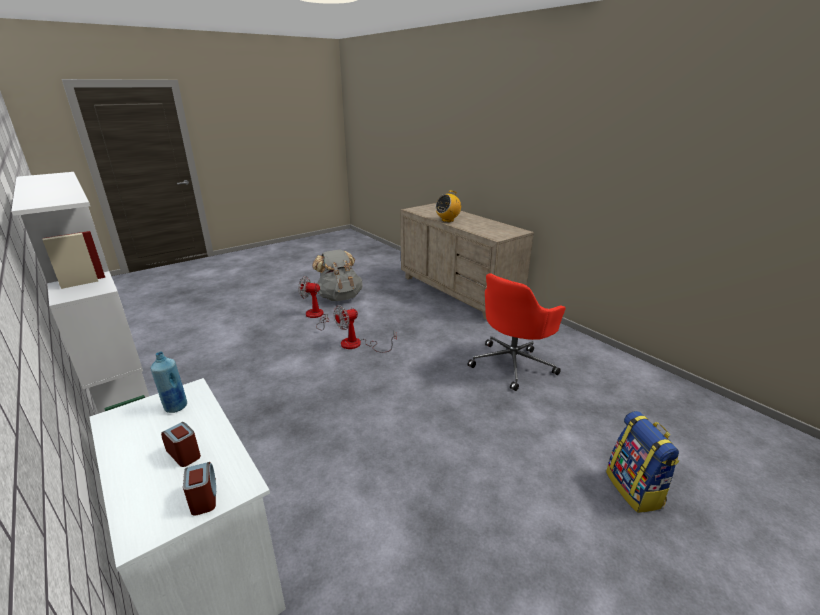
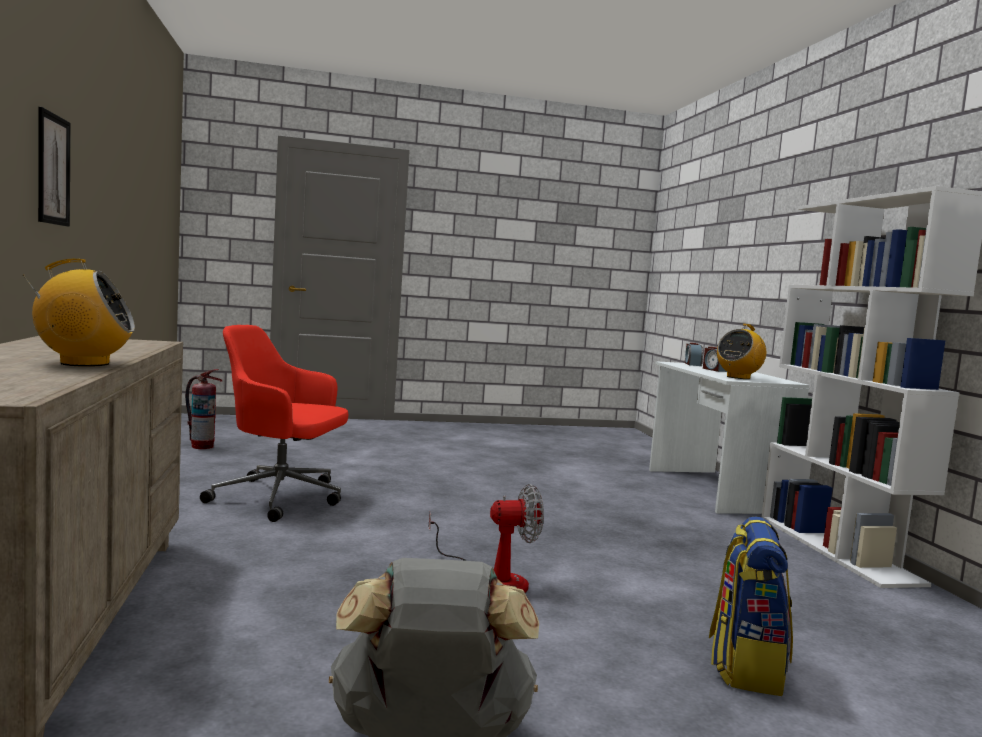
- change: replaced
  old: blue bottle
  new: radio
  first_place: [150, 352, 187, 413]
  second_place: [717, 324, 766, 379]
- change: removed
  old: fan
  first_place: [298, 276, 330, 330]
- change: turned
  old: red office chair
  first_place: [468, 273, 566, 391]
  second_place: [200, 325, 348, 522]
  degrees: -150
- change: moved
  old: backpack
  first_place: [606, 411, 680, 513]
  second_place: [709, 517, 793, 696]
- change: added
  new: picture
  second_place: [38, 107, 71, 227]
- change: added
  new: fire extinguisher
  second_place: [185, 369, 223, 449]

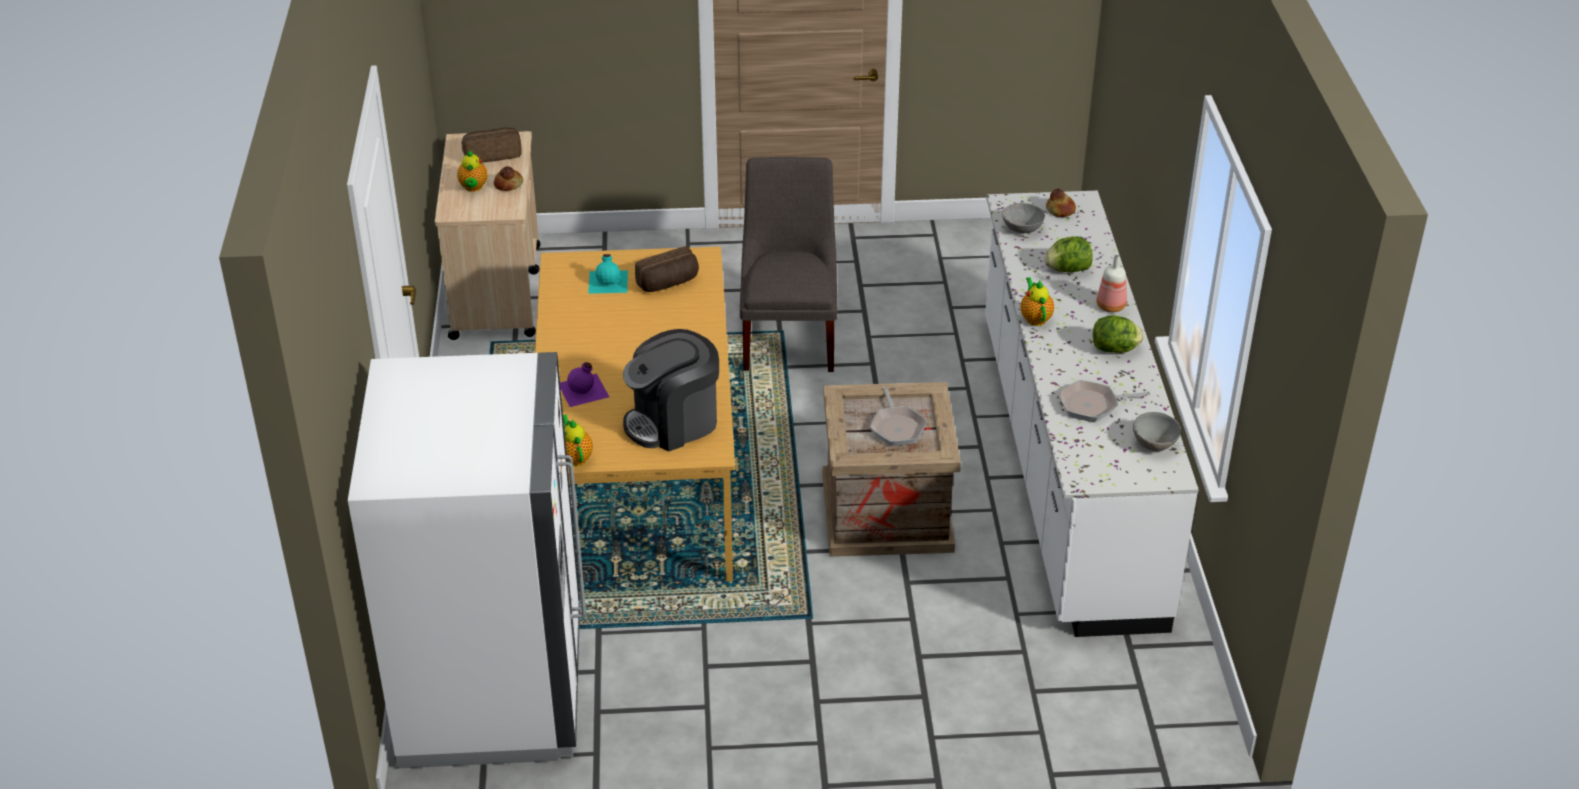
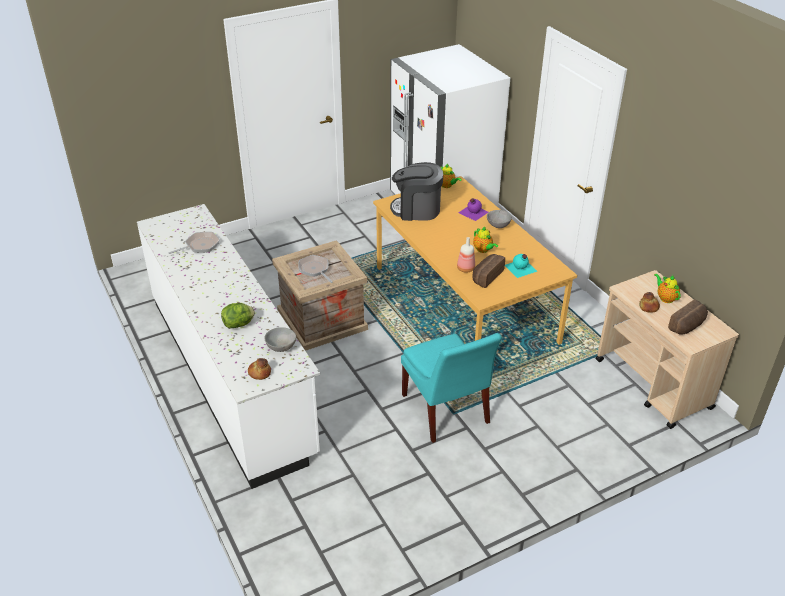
- change: turned
  old: coffee machine
  first_place: [623, 329, 719, 451]
  second_place: [390, 162, 443, 221]
  degrees: -120
- change: recoloured
  old: grey chair
  new: turquoise chair
  first_place: [740, 157, 837, 372]
  second_place: [401, 333, 502, 443]
- change: moved
  old: teapot
  first_place: [1020, 277, 1054, 326]
  second_place: [473, 227, 498, 253]
- change: removed
  old: lettuce
  first_place: [1093, 315, 1144, 353]
- change: moved
  old: bottle
  first_place: [1096, 254, 1127, 312]
  second_place: [457, 237, 475, 273]
- change: moved
  old: grey bowl
  first_place: [1133, 412, 1181, 451]
  second_place: [487, 210, 512, 228]

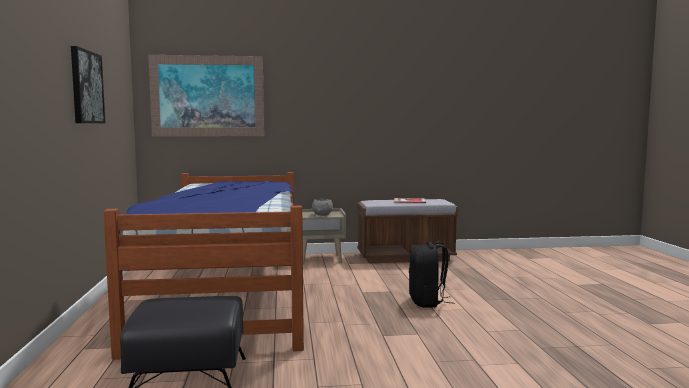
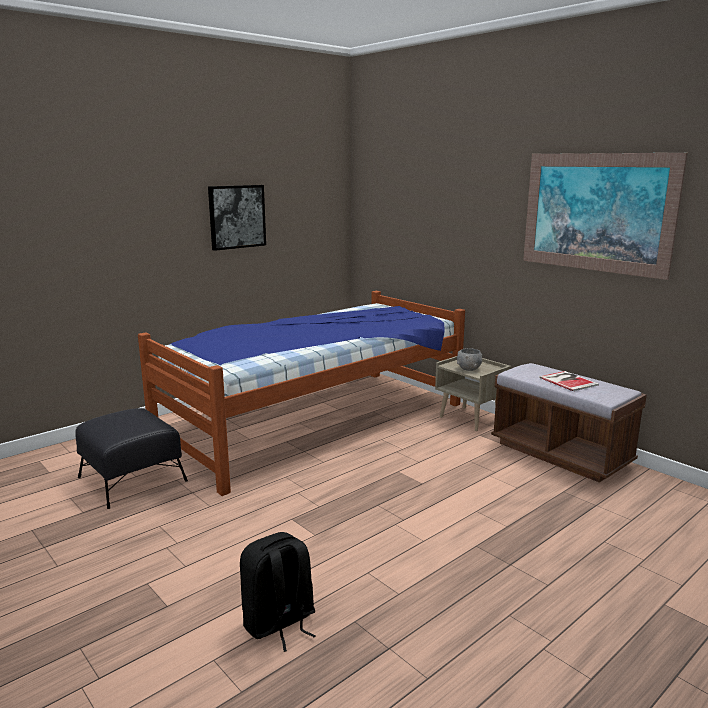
- change: moved
  old: picture
  first_place: [148, 55, 264, 137]
  second_place: [523, 153, 688, 280]
- change: moved
  old: black backpack
  first_place: [409, 241, 454, 308]
  second_place: [240, 532, 316, 652]

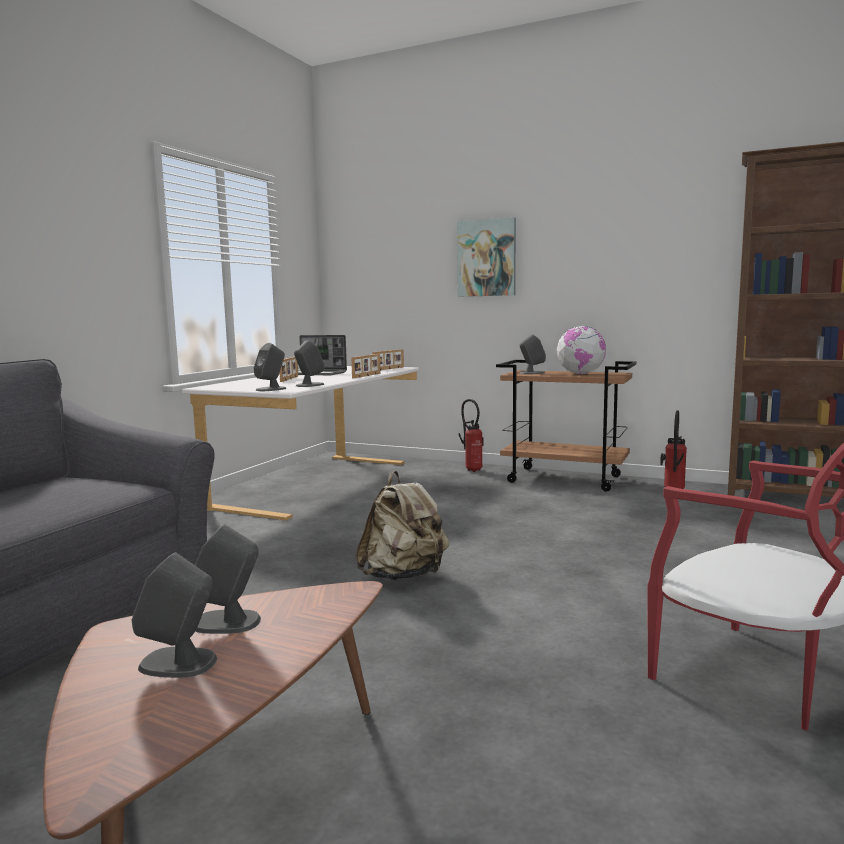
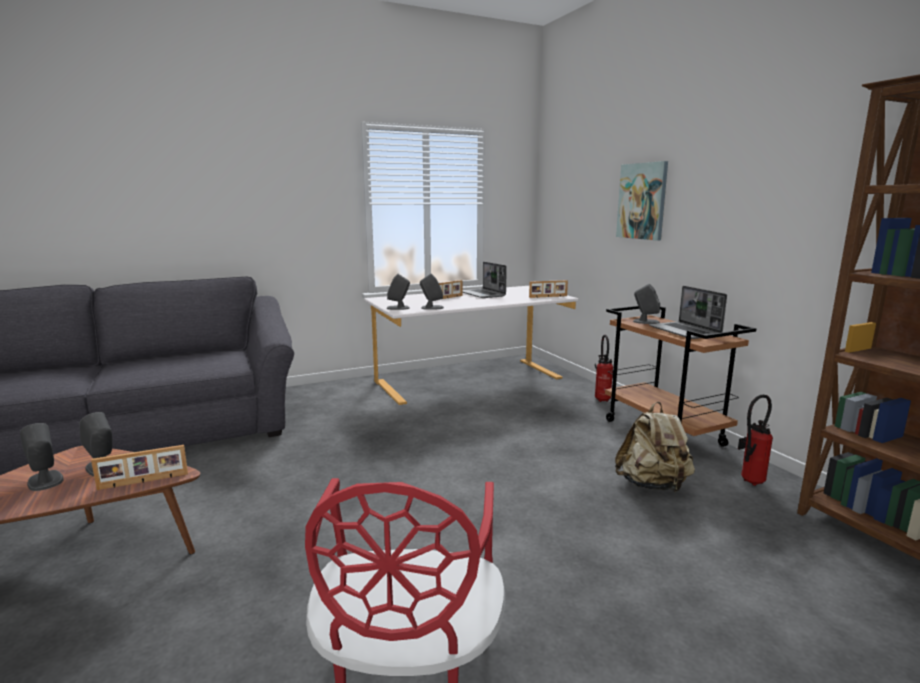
- change: moved
  old: picture frame
  first_place: [351, 354, 380, 379]
  second_place: [91, 445, 188, 490]
- change: moved
  old: beige backpack
  first_place: [356, 471, 449, 581]
  second_place: [615, 402, 695, 492]
- change: replaced
  old: globe
  new: laptop
  first_place: [557, 326, 606, 374]
  second_place: [649, 286, 727, 339]

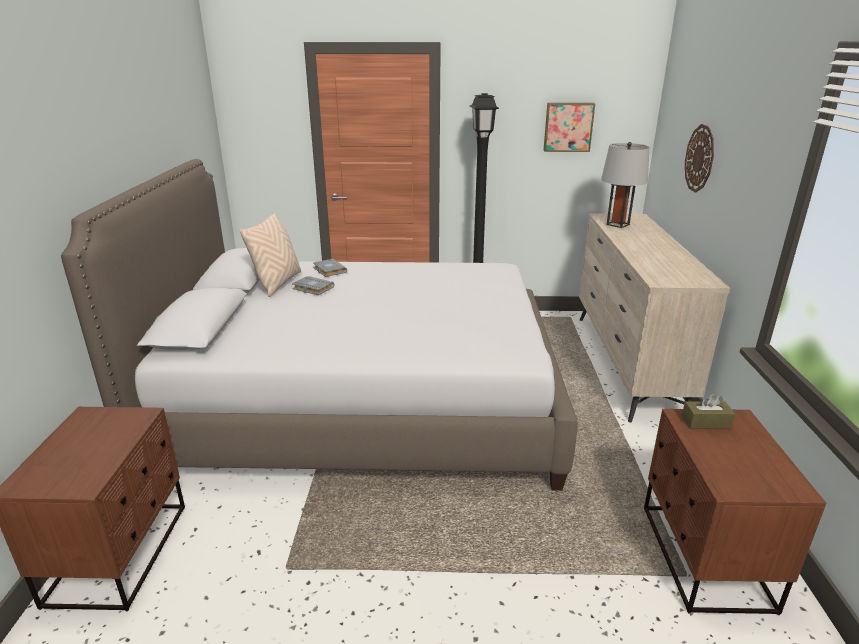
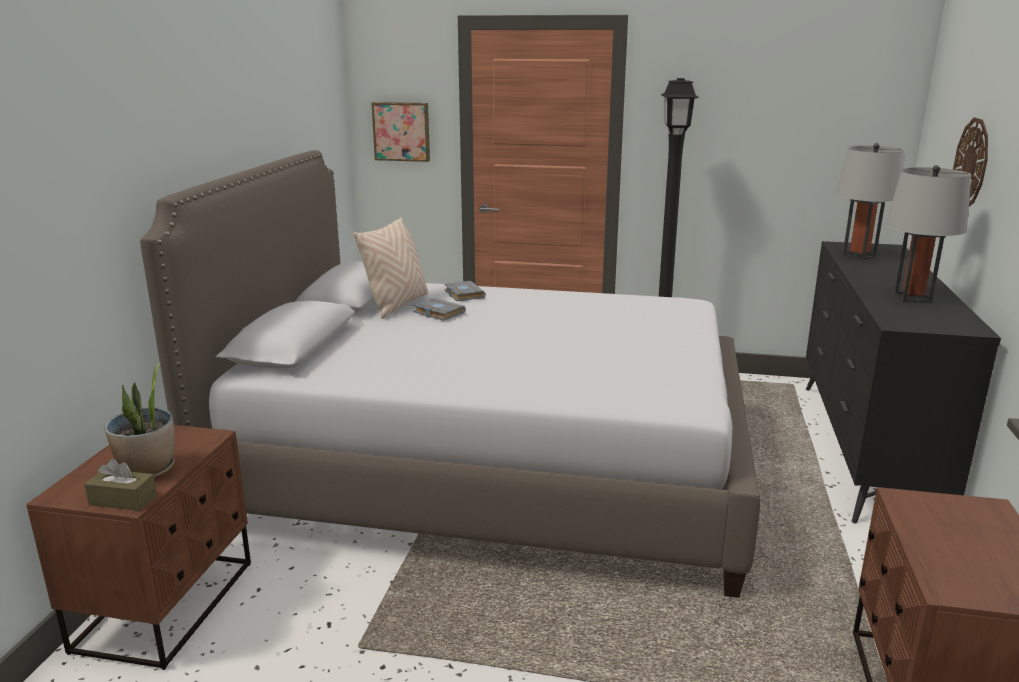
- change: moved
  old: picture
  first_place: [543, 103, 595, 152]
  second_place: [372, 102, 430, 162]
- change: recoloured
  old: beige dresser
  new: black dresser
  first_place: [579, 213, 730, 423]
  second_place: [806, 241, 1001, 524]
- change: moved
  old: brown tissue box
  first_place: [682, 393, 735, 429]
  second_place: [84, 459, 157, 511]
- change: added
  new: potted plant
  second_place: [104, 362, 175, 478]
- change: added
  new: grey table lamp
  second_place: [886, 165, 971, 303]

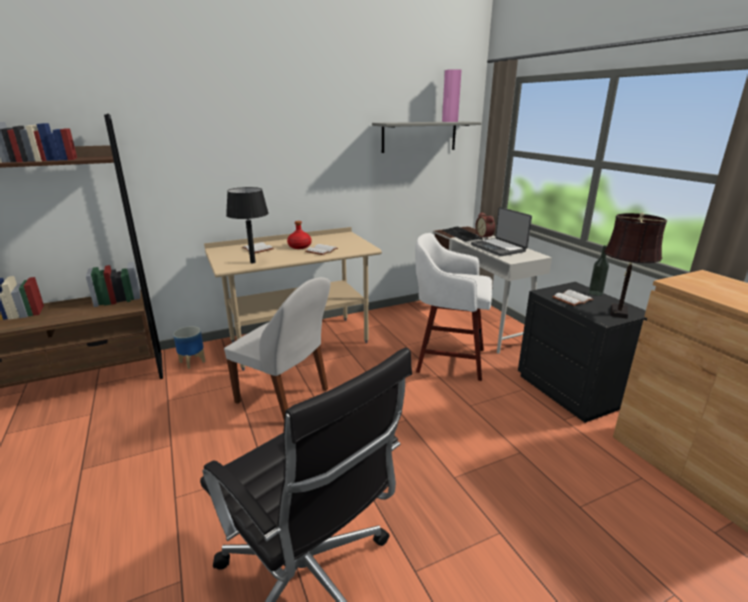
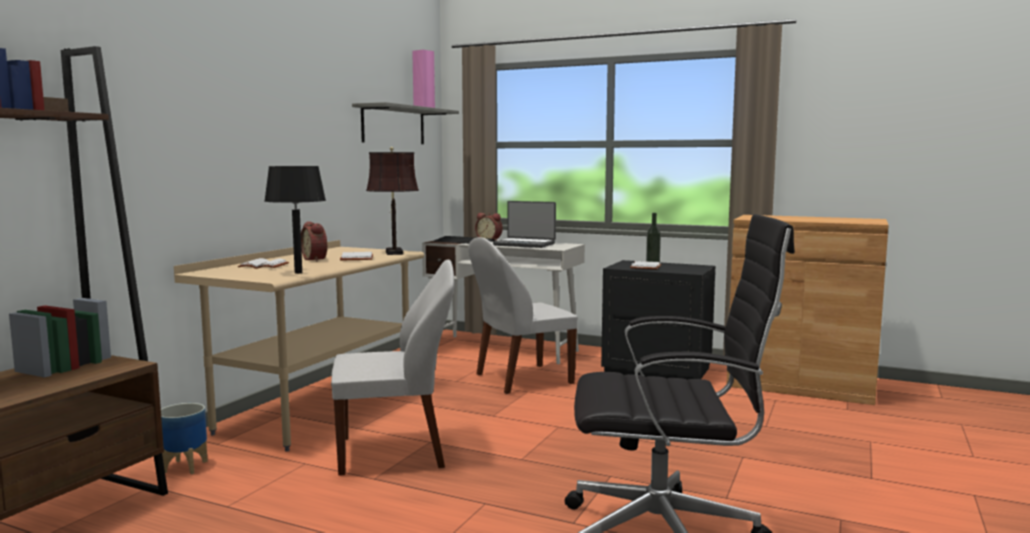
- change: replaced
  old: red bottle
  new: alarm clock
  first_place: [287, 221, 311, 249]
  second_place: [301, 221, 327, 261]
- change: replaced
  old: white stool
  new: white chair
  first_place: [415, 233, 492, 381]
  second_place: [468, 237, 578, 394]
- change: moved
  old: brown table lamp
  first_place: [604, 213, 667, 319]
  second_place: [366, 147, 419, 255]

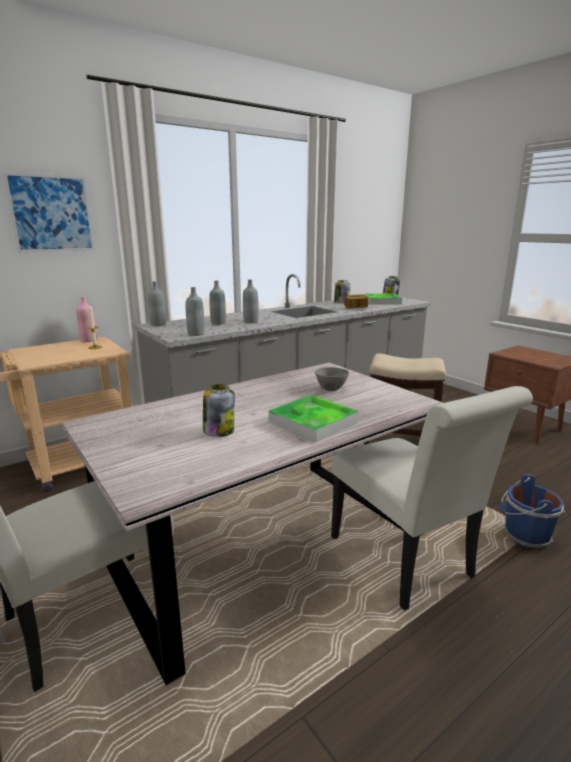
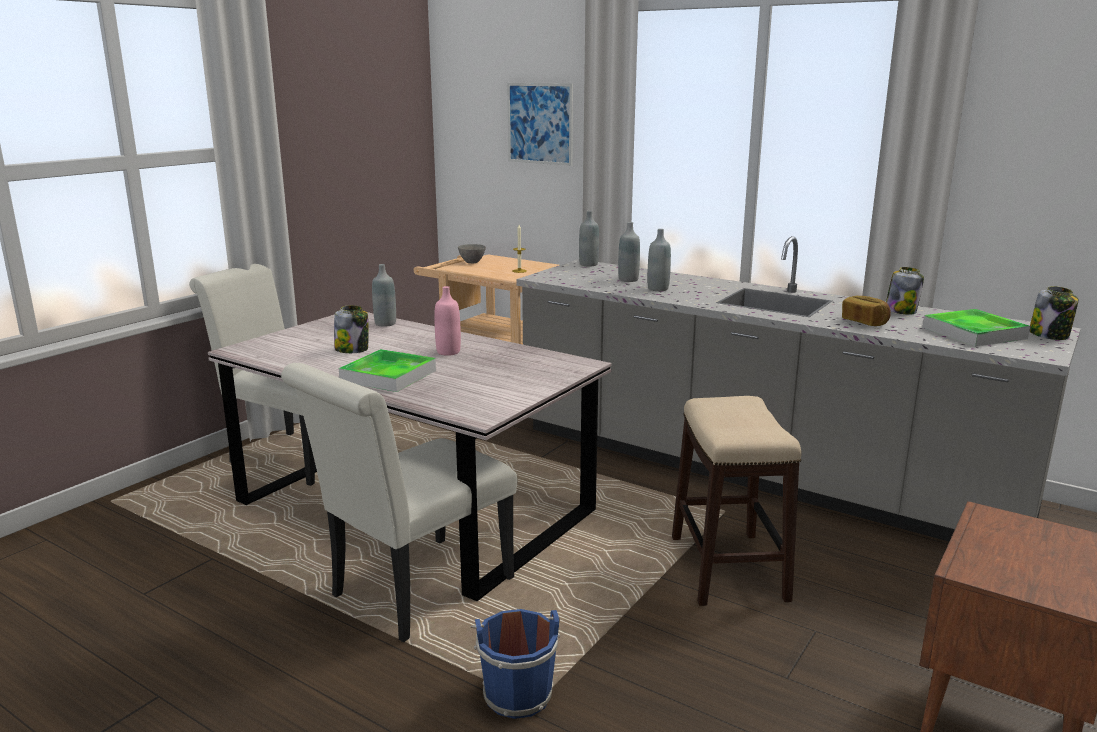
- change: moved
  old: pink bottle
  first_place: [77, 296, 97, 342]
  second_place: [434, 286, 461, 356]
- change: moved
  old: grey bottle
  first_place: [186, 287, 205, 336]
  second_place: [372, 264, 396, 327]
- change: moved
  old: grey bowl
  first_place: [315, 367, 349, 391]
  second_place: [458, 244, 486, 263]

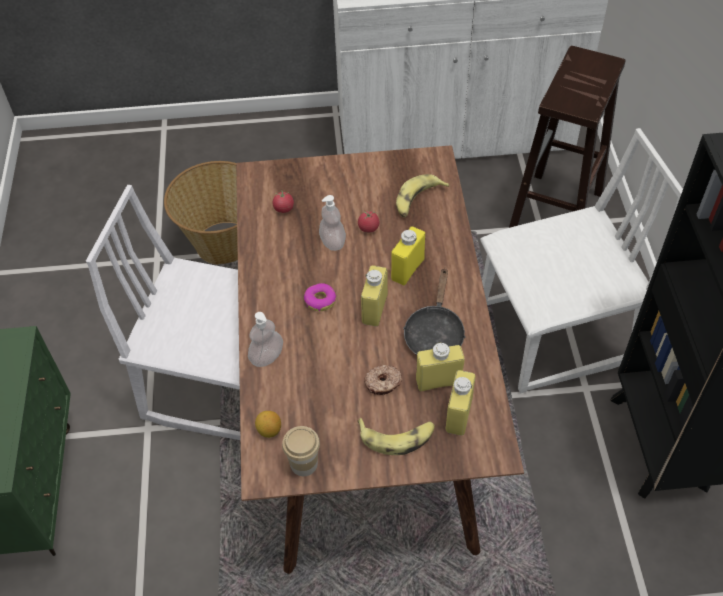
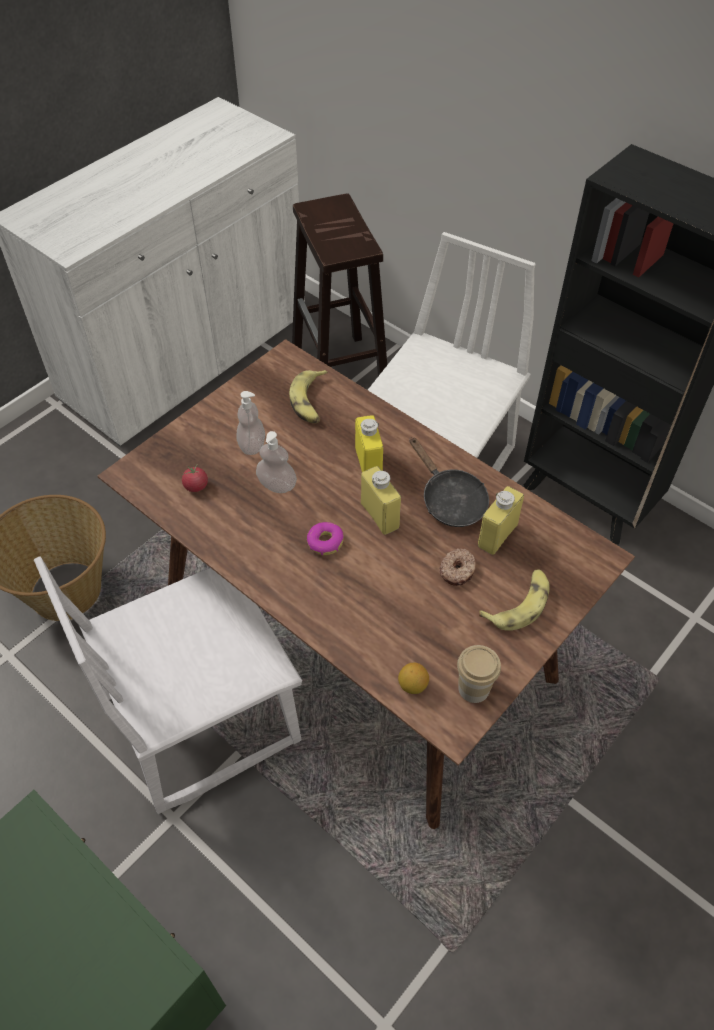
- change: moved
  old: soap dispenser
  first_place: [248, 312, 283, 367]
  second_place: [236, 391, 265, 455]
- change: removed
  old: tomato
  first_place: [358, 211, 380, 233]
- change: removed
  old: yellow bottle
  first_place: [446, 370, 475, 436]

